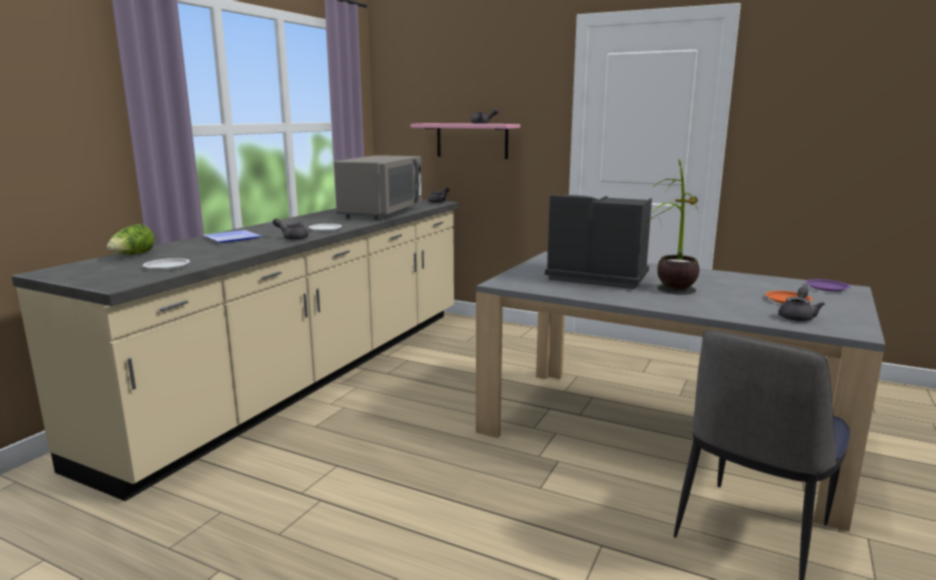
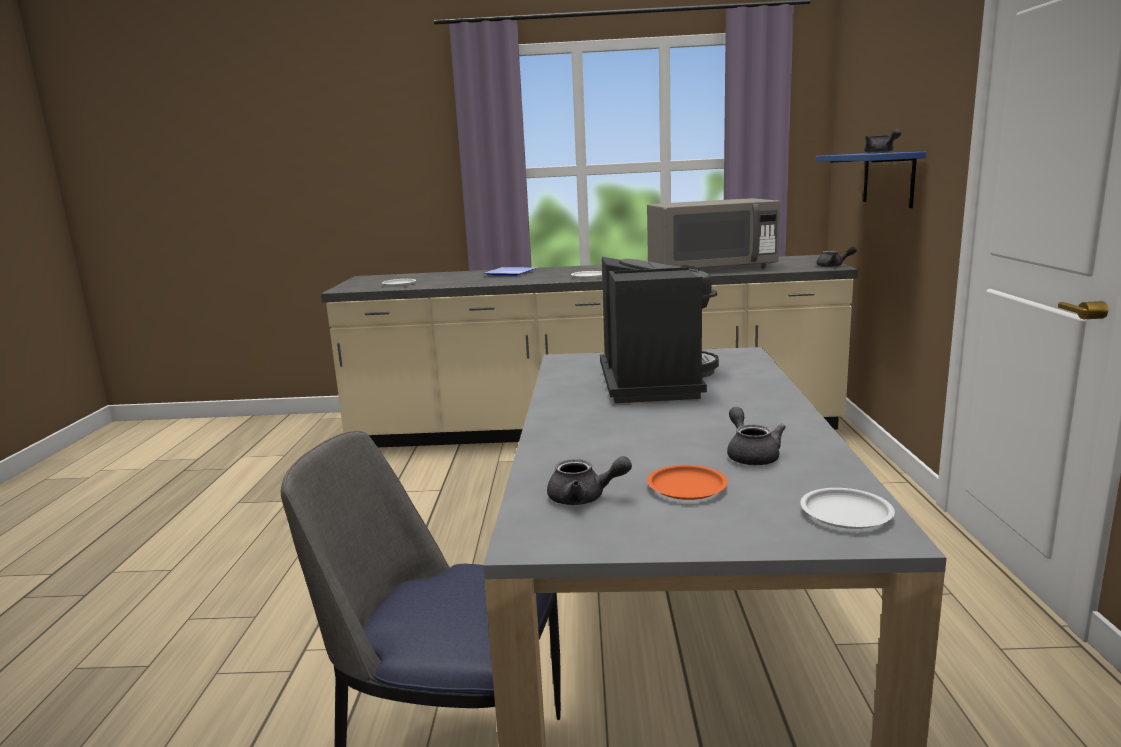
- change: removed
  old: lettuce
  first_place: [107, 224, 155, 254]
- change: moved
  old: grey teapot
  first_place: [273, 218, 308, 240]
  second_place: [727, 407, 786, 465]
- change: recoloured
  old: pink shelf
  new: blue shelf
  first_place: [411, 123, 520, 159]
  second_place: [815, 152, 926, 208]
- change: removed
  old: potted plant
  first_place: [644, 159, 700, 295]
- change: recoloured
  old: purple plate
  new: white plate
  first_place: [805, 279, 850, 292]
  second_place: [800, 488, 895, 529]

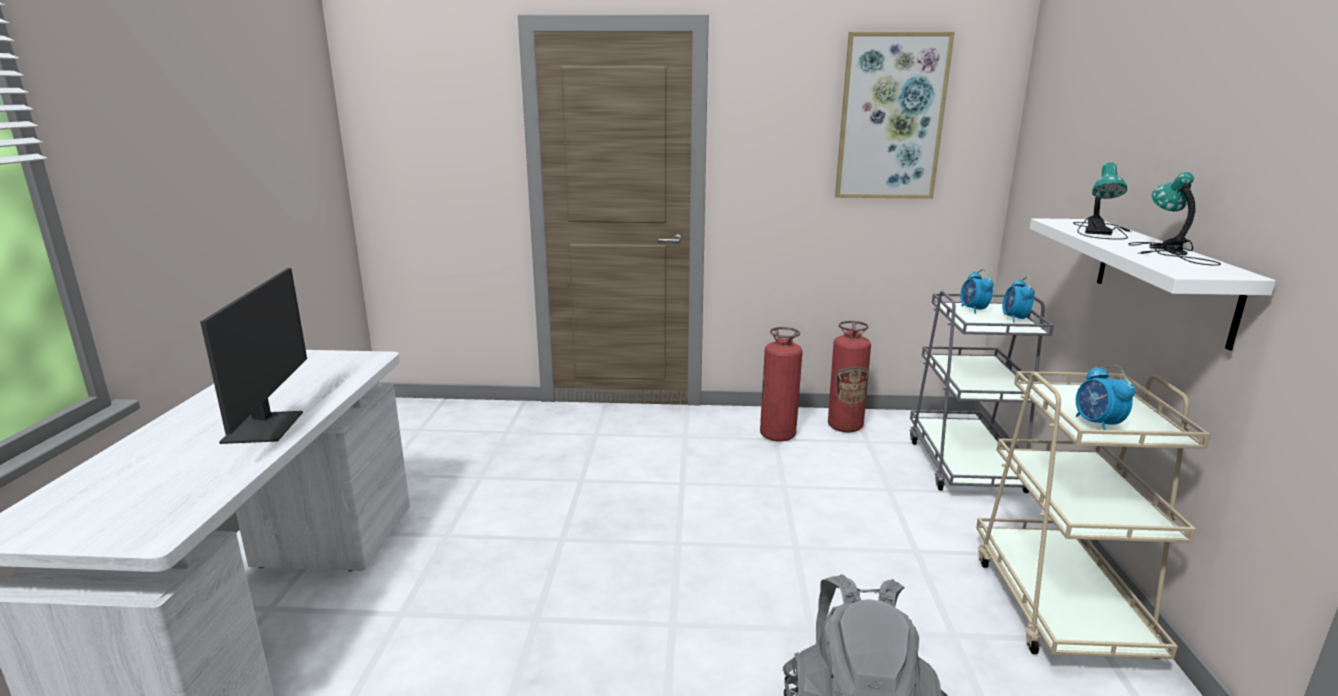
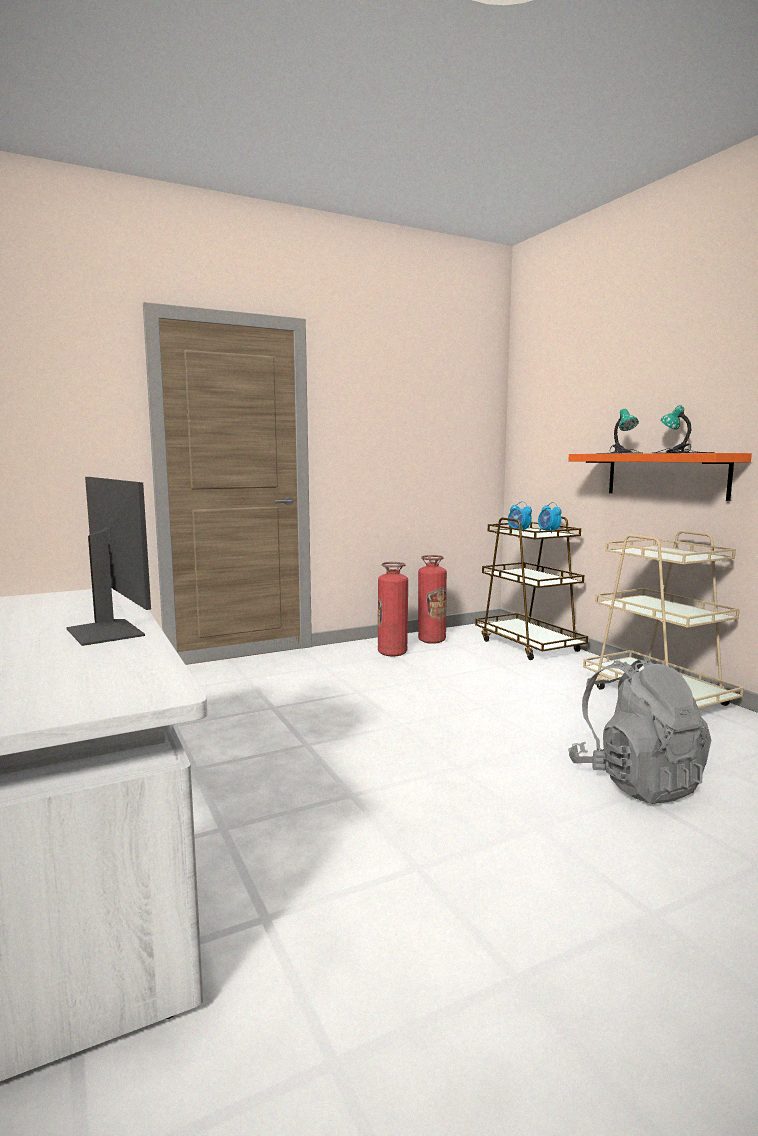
- change: removed
  old: picture
  first_place: [835, 32, 955, 199]
- change: recoloured
  old: grey cart
  new: brown cart
  first_place: [910, 291, 1054, 493]
  second_place: [475, 516, 588, 660]
- change: recoloured
  old: white shelf
  new: orange shelf
  first_place: [1030, 218, 1276, 350]
  second_place: [568, 453, 752, 501]
- change: removed
  old: alarm clock
  first_place: [1076, 365, 1135, 430]

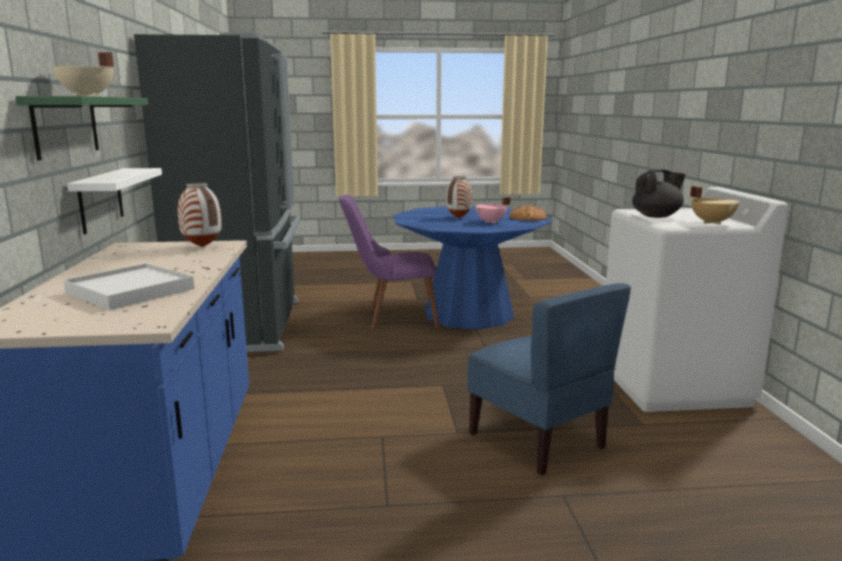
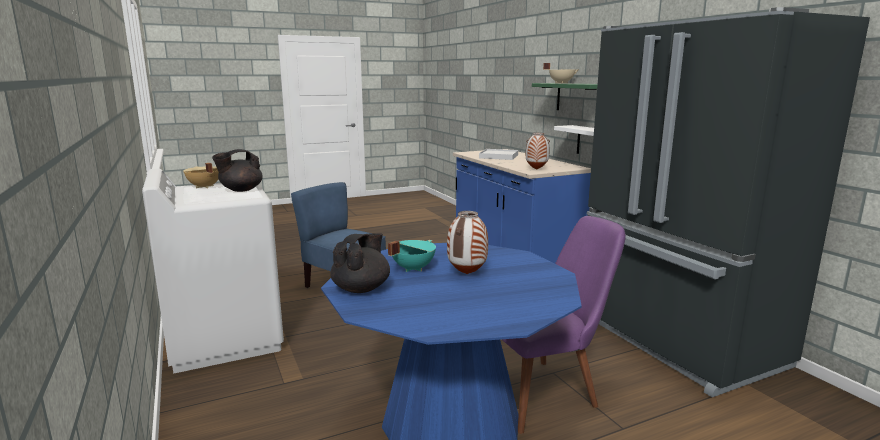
- change: recoloured
  old: pink cooking pot
  new: turquoise cooking pot
  first_place: [476, 197, 511, 223]
  second_place: [388, 240, 436, 272]
- change: replaced
  old: bread
  new: black teapot
  first_place: [509, 205, 546, 221]
  second_place: [330, 233, 390, 293]

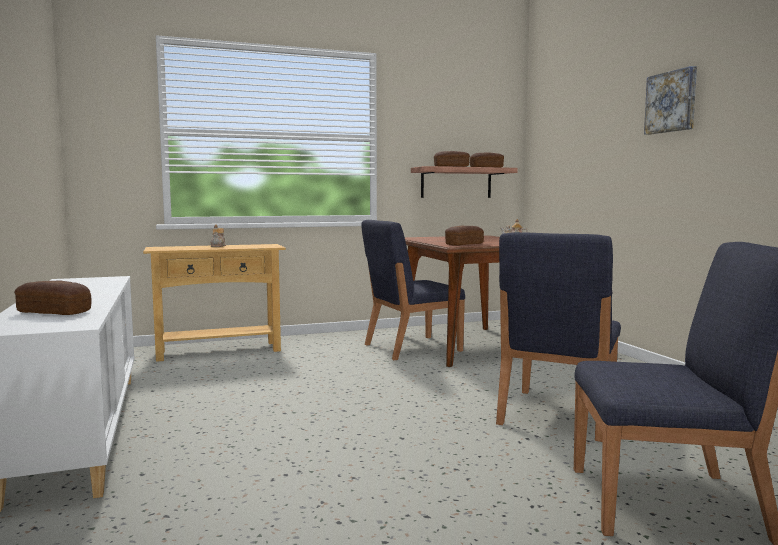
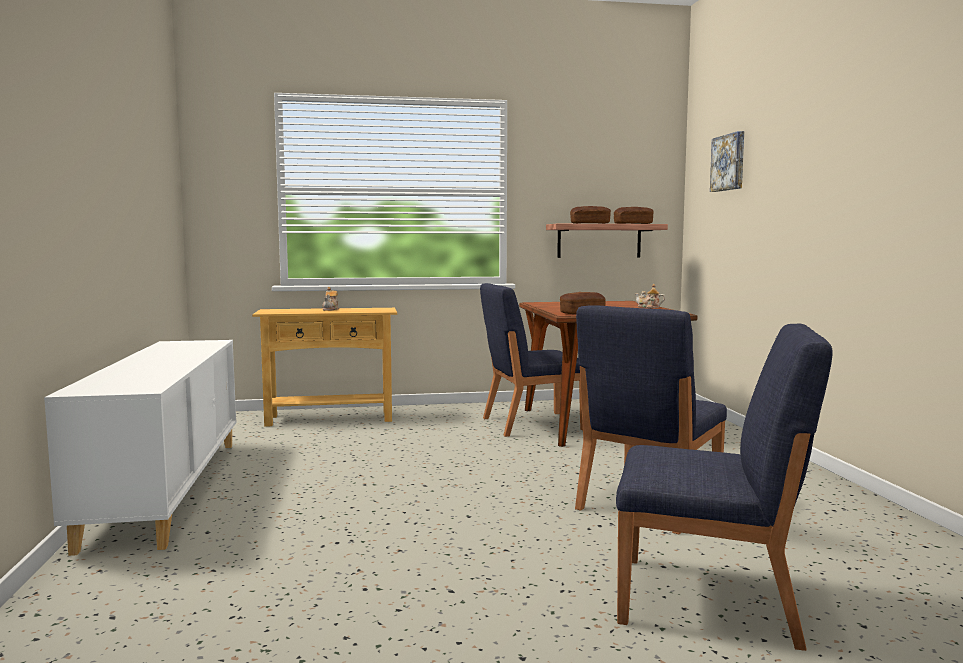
- change: removed
  old: bread
  first_place: [14, 280, 92, 315]
- change: moved
  old: picture
  first_place: [644, 66, 697, 135]
  second_place: [710, 131, 744, 192]

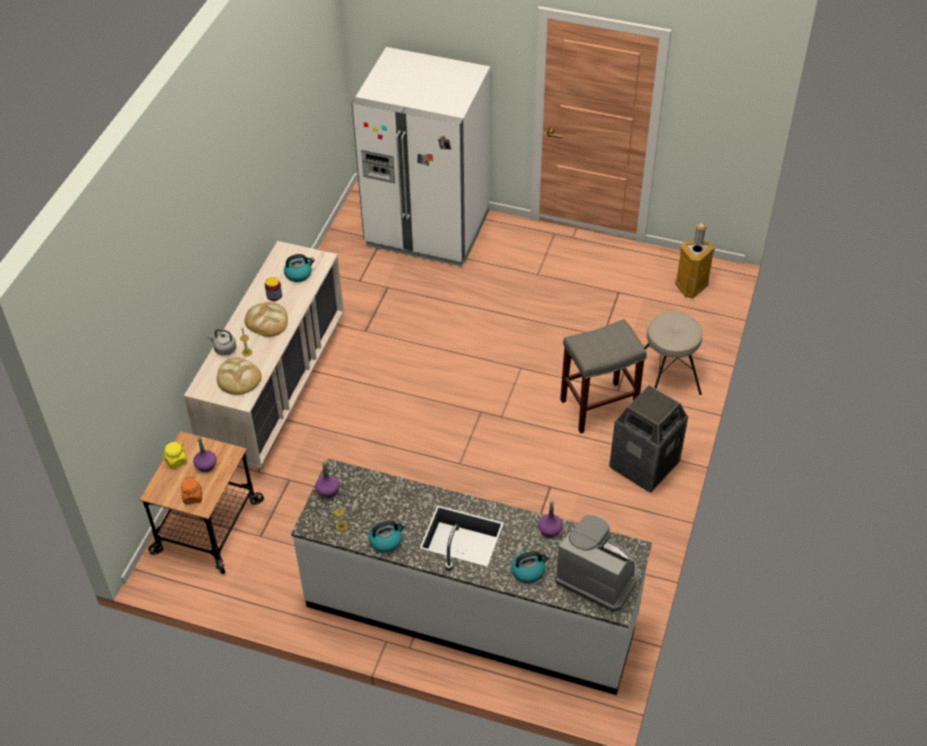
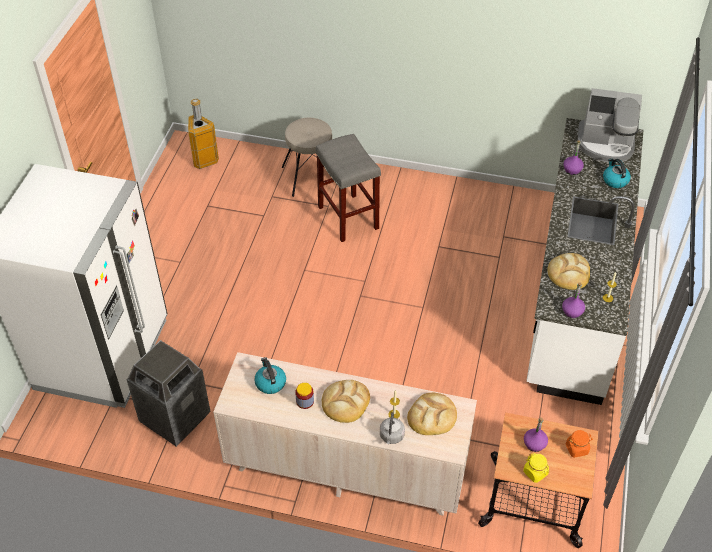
- change: removed
  old: kettle
  first_place: [369, 521, 406, 553]
- change: turned
  old: coffee machine
  first_place: [554, 515, 638, 612]
  second_place: [577, 88, 642, 163]
  degrees: -105
- change: moved
  old: trash can
  first_place: [609, 385, 688, 493]
  second_place: [127, 340, 211, 447]
- change: added
  new: bread
  second_place: [547, 253, 590, 290]

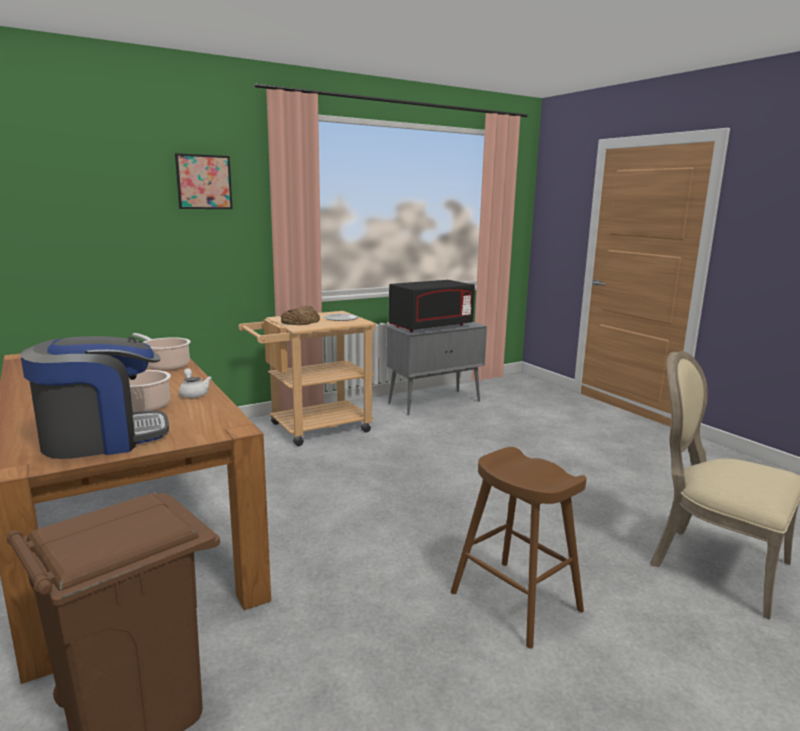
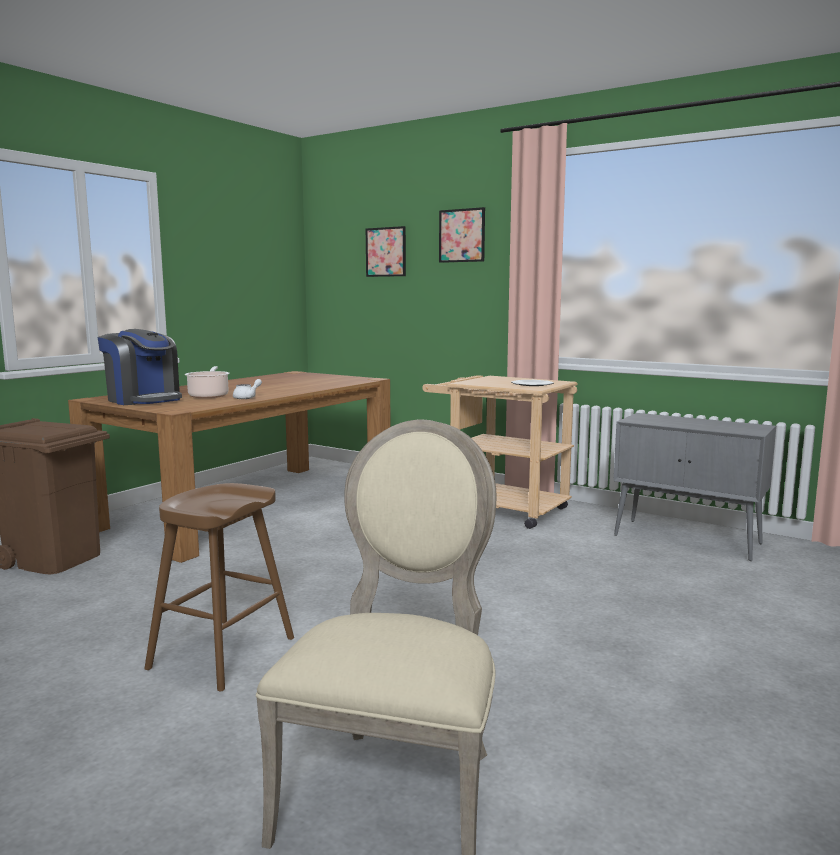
- change: removed
  old: cooking pot
  first_place: [132, 333, 191, 371]
- change: removed
  old: bread
  first_place: [281, 306, 320, 325]
- change: removed
  old: black microwave
  first_place: [389, 280, 475, 332]
- change: added
  new: picture
  second_place: [366, 226, 406, 277]

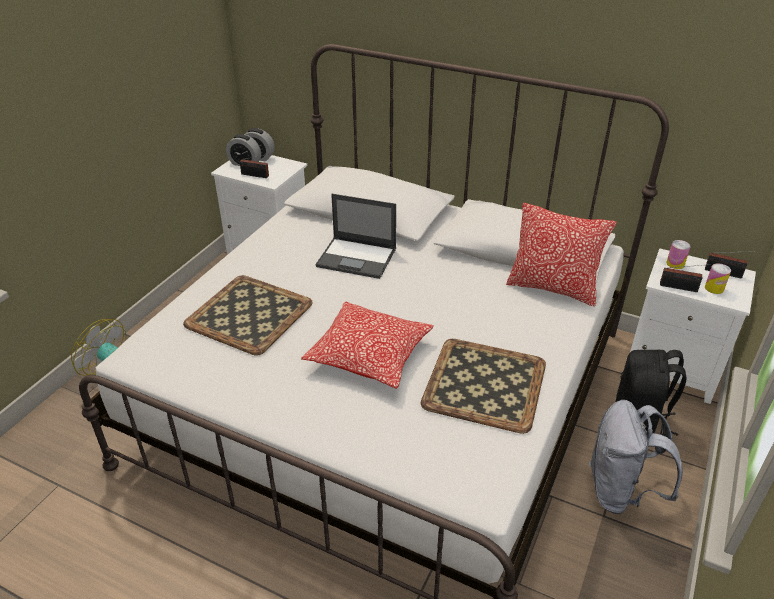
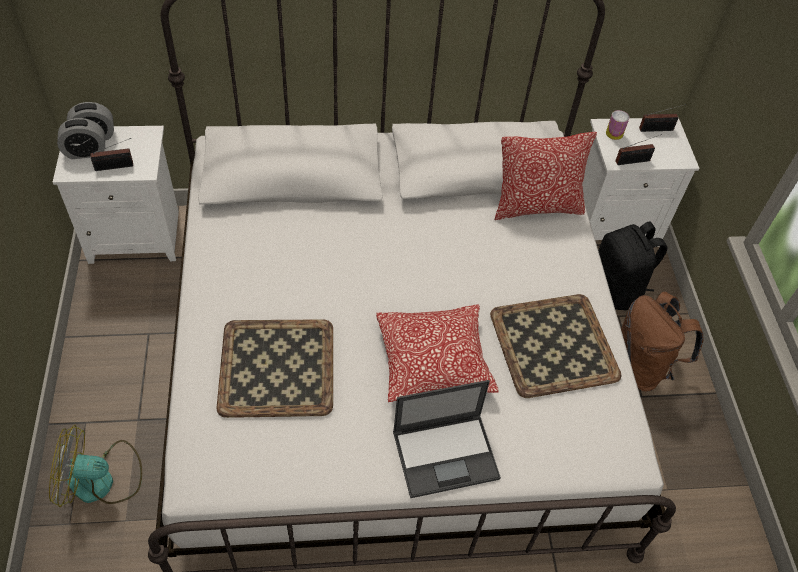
- change: moved
  old: laptop
  first_place: [315, 194, 396, 279]
  second_place: [393, 380, 501, 498]
- change: recoloured
  old: grey backpack
  new: brown backpack
  first_place: [589, 400, 683, 514]
  second_place: [621, 292, 704, 391]
- change: removed
  old: can
  first_place: [705, 263, 731, 294]

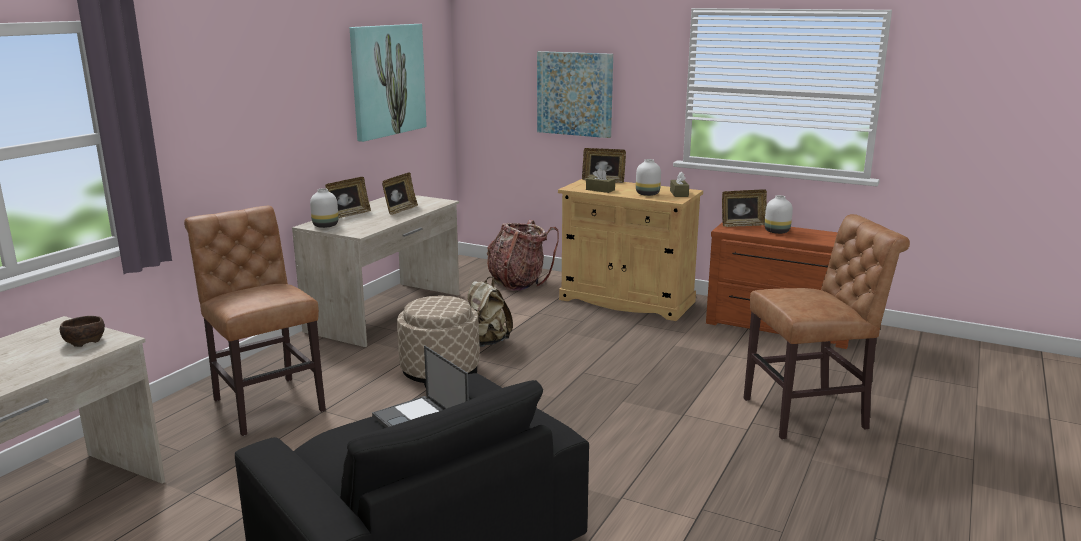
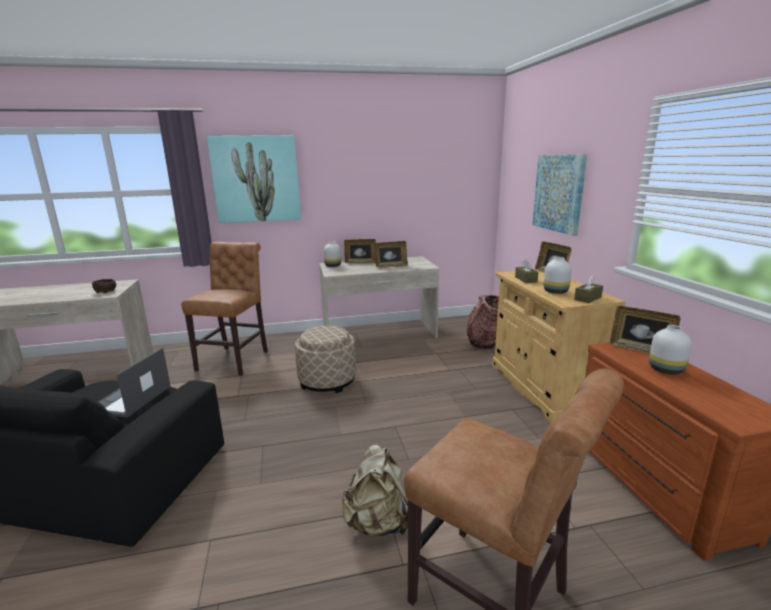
- change: moved
  old: picture
  first_place: [350, 24, 427, 142]
  second_place: [207, 135, 301, 223]
- change: moved
  old: beige backpack
  first_place: [468, 277, 513, 347]
  second_place: [342, 445, 408, 537]

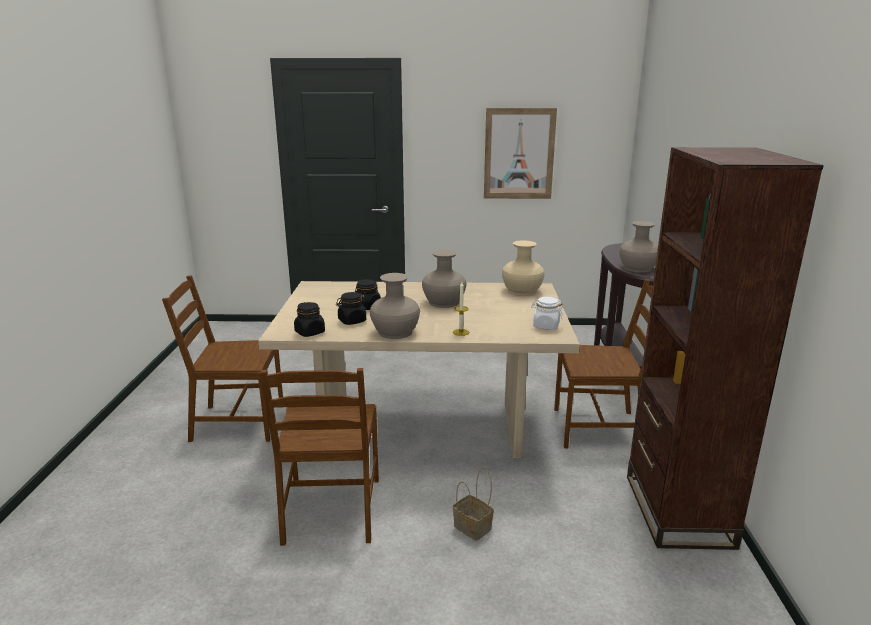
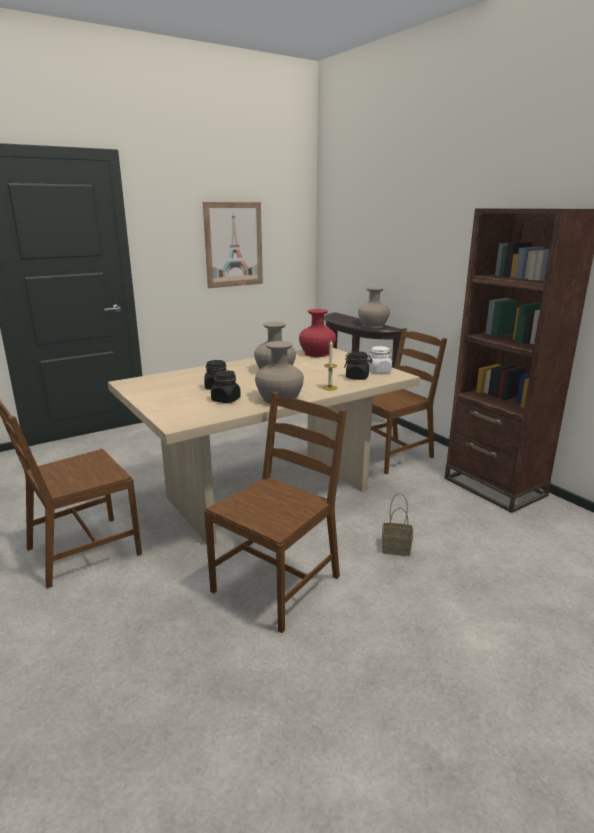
- change: turned
  old: brown chair
  first_place: [260, 368, 379, 546]
  second_place: [204, 392, 347, 633]
  degrees: -105
- change: moved
  old: black jar
  first_place: [294, 302, 325, 337]
  second_place: [344, 351, 373, 380]
- change: recoloured
  old: beige vase
  new: red vase
  first_place: [502, 240, 544, 296]
  second_place: [299, 309, 336, 357]

